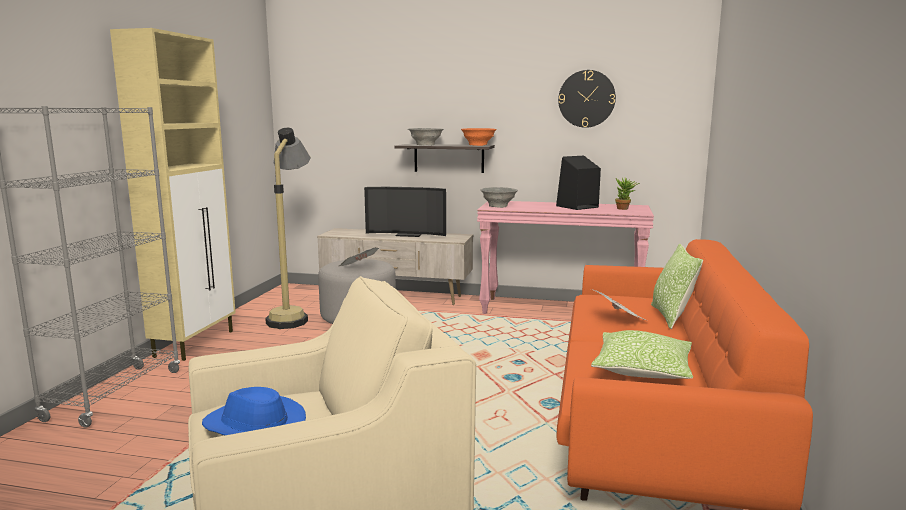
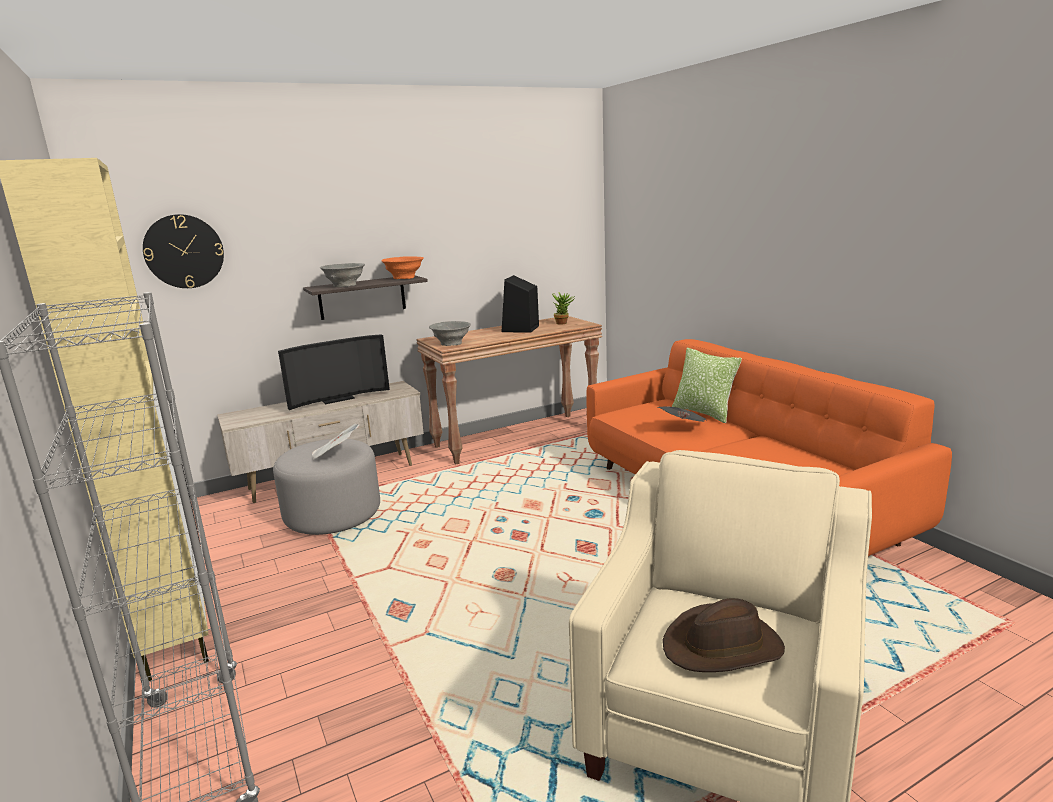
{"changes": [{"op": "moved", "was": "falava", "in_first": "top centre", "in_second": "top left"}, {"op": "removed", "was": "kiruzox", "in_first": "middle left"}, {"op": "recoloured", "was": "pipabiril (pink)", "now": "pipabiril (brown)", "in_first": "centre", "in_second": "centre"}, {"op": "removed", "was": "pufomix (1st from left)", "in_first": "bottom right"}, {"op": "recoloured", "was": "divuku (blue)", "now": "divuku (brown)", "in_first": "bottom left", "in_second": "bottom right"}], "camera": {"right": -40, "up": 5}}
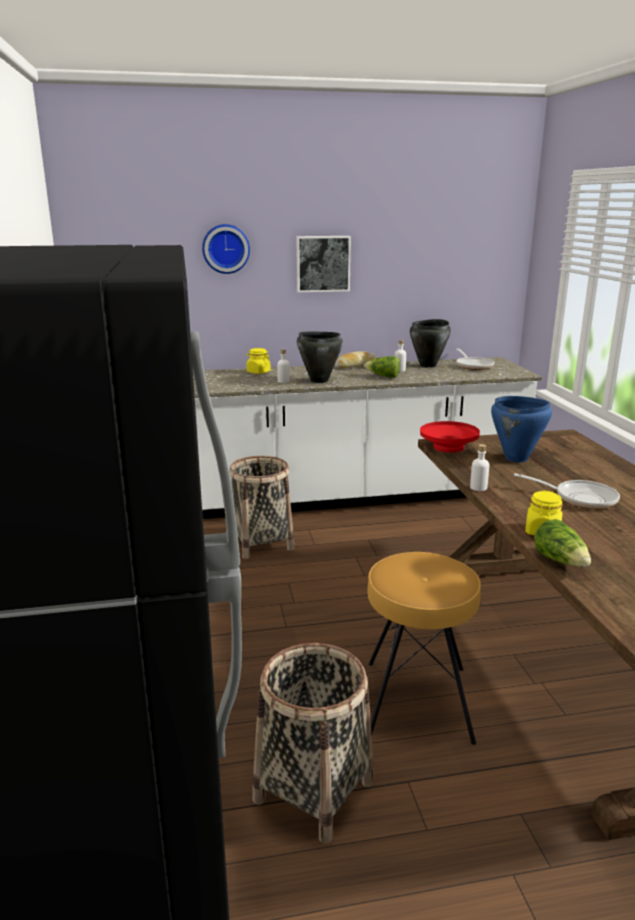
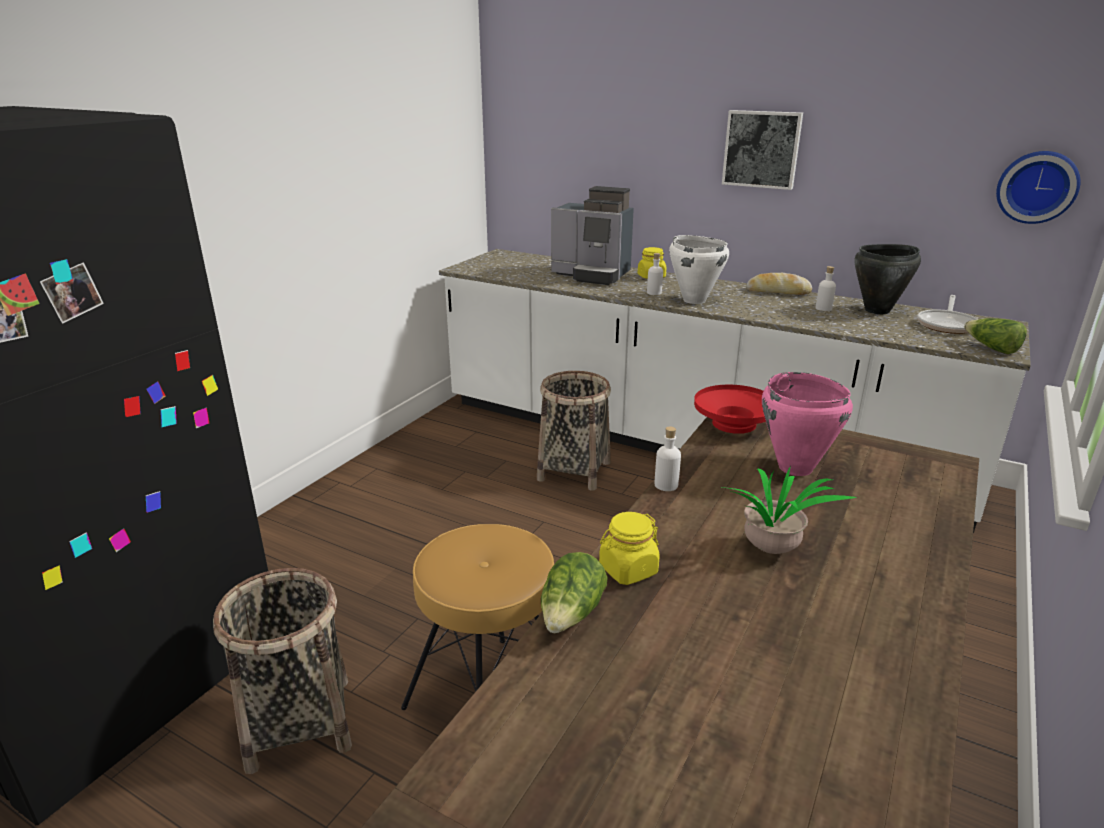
{"changes": [{"op": "moved", "was": "falava", "in_first": "top centre", "in_second": "top right"}, {"op": "recoloured", "was": "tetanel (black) (1st from left)", "now": "tetanel (white)", "in_first": "centre", "in_second": "top centre"}, {"op": "moved", "was": "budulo (1st from left in the first image)", "now": "budulo (2nd from left)", "in_first": "centre", "in_second": "middle right"}, {"op": "recoloured", "was": "tetanel (blue)", "now": "tetanel (pink)", "in_first": "middle right", "in_second": "middle right"}, {"op": "replaced", "was": "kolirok (2nd from left)", "now": "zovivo", "in_first": "middle right", "in_second": "middle right"}, {"op": "added", "now": "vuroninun", "in_second": "top centre"}], "camera": {"right": 40, "up": 5}}
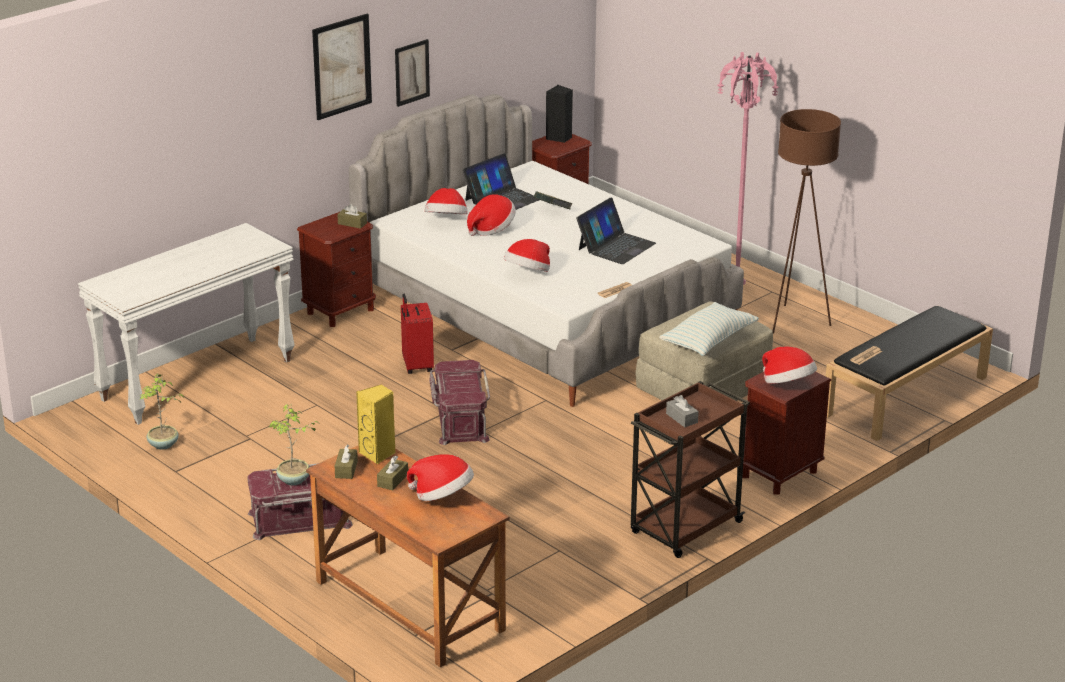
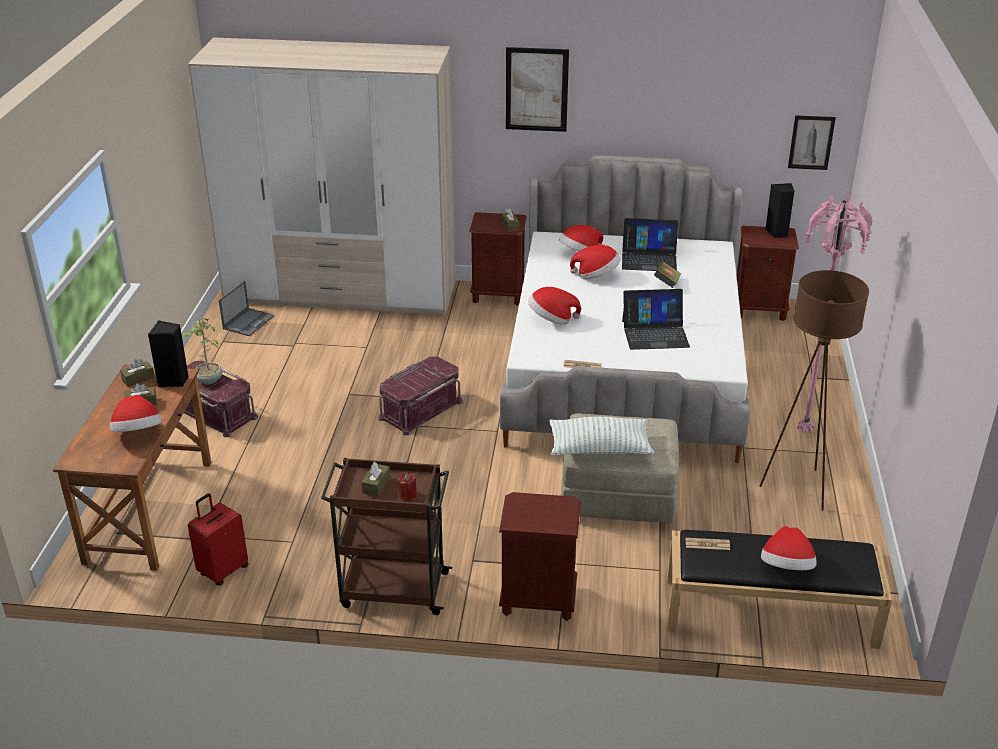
{"changes": [{"op": "moved", "was": "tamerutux (2nd from left)", "in_first": "top centre", "in_second": "top right"}, {"op": "replaced", "was": "pipabiril (white)", "now": "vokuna", "in_first": "middle left", "in_second": "top left"}, {"op": "moved", "was": "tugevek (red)", "in_first": "centre", "in_second": "bottom left"}, {"op": "moved", "was": "divuku (5th from left)", "in_first": "middle right", "in_second": "bottom right"}, {"op": "replaced", "was": "zovivo (1st from left)", "now": "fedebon (1st from left)", "in_first": "middle left", "in_second": "middle left"}, {"op": "recoloured", "was": "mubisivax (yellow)", "now": "mubisivax (black) (1st from left)", "in_first": "centre", "in_second": "middle left"}, {"op": "recoloured", "was": "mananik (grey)", "now": "mananik (brown) (3rd from left)", "in_first": "centre", "in_second": "centre"}, {"op": "added", "now": "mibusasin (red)", "in_second": "centre"}], "camera": {"right": 50, "up": 5}}
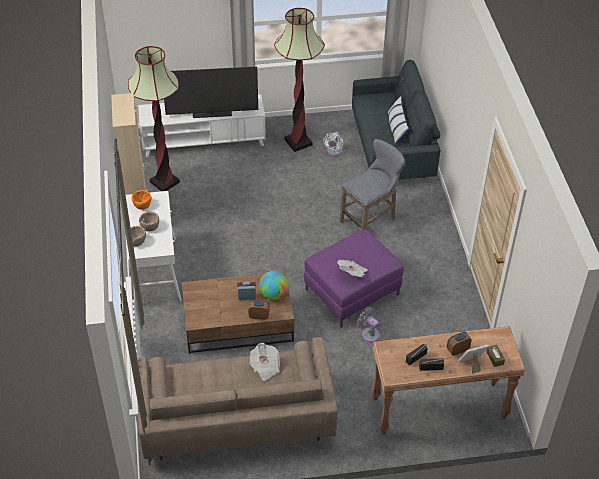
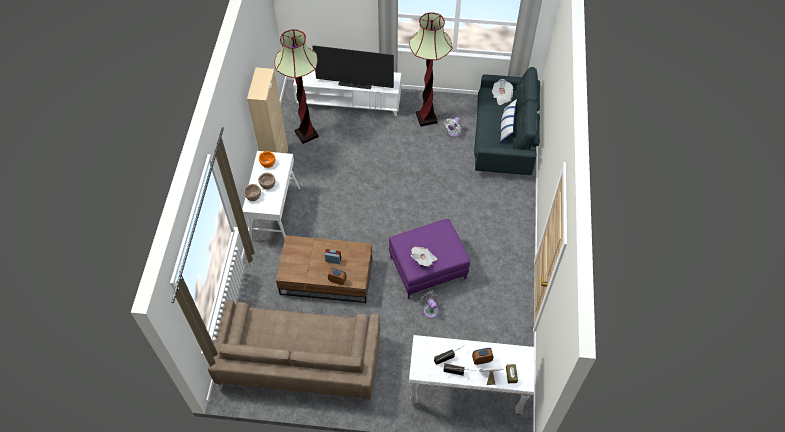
{"changes": [{"op": "removed", "was": "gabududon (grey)", "in_first": "centre"}, {"op": "removed", "was": "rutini", "in_first": "centre"}, {"op": "recoloured", "was": "pipabiril (brown)", "now": "pipabiril (white) (2nd from left)", "in_first": "bottom right", "in_second": "bottom centre"}, {"op": "moved", "was": "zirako (1st from left in the first image)", "now": "zirako (2nd from left)", "in_first": "bottom centre", "in_second": "top centre"}], "camera": {"right": 15, "up": 10}}
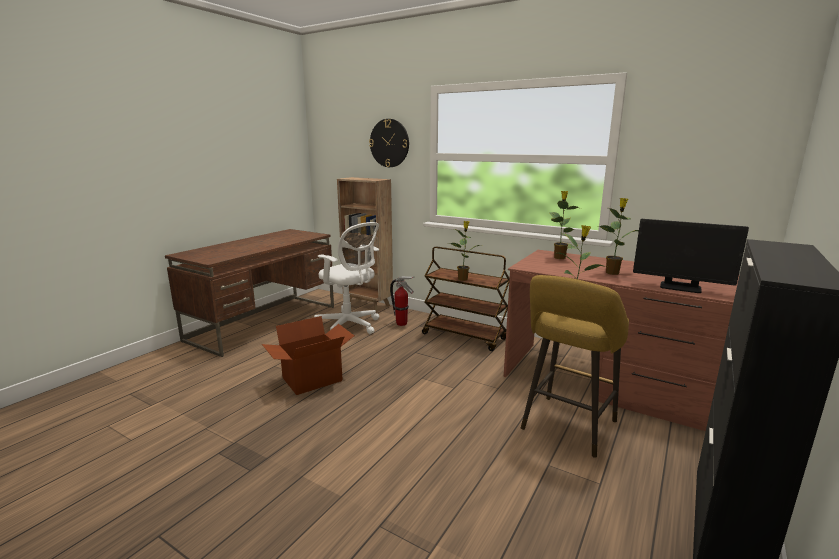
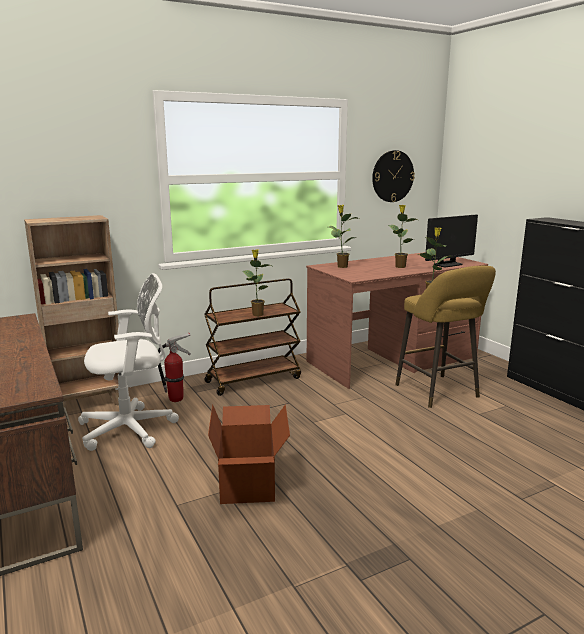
{"changes": [{"op": "moved", "was": "falava", "in_first": "top centre", "in_second": "top right"}], "camera": {"right": -60, "up": 0}}
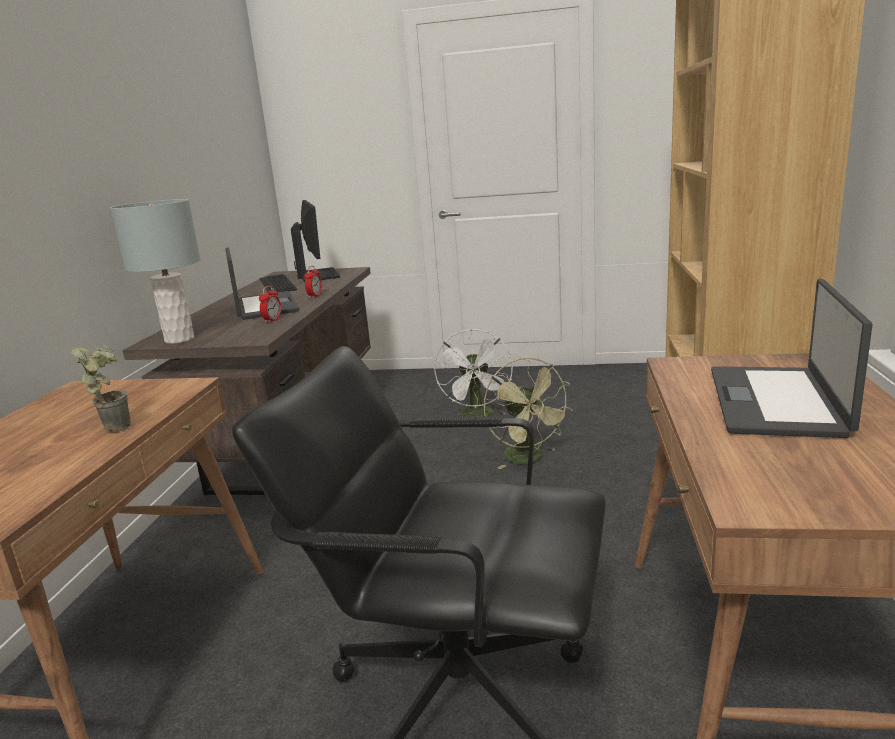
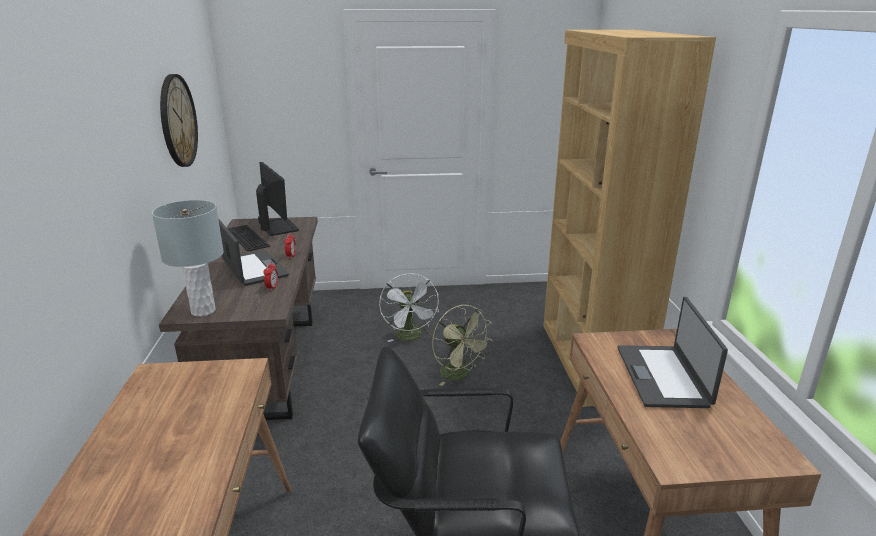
{"changes": [{"op": "removed", "was": "zovivo", "in_first": "middle left"}, {"op": "added", "now": "falava", "in_second": "top left"}], "camera": {"right": -15, "up": 5}}
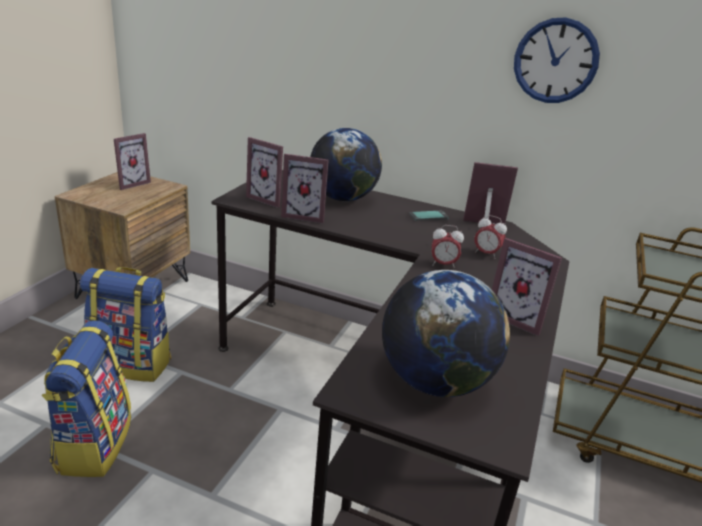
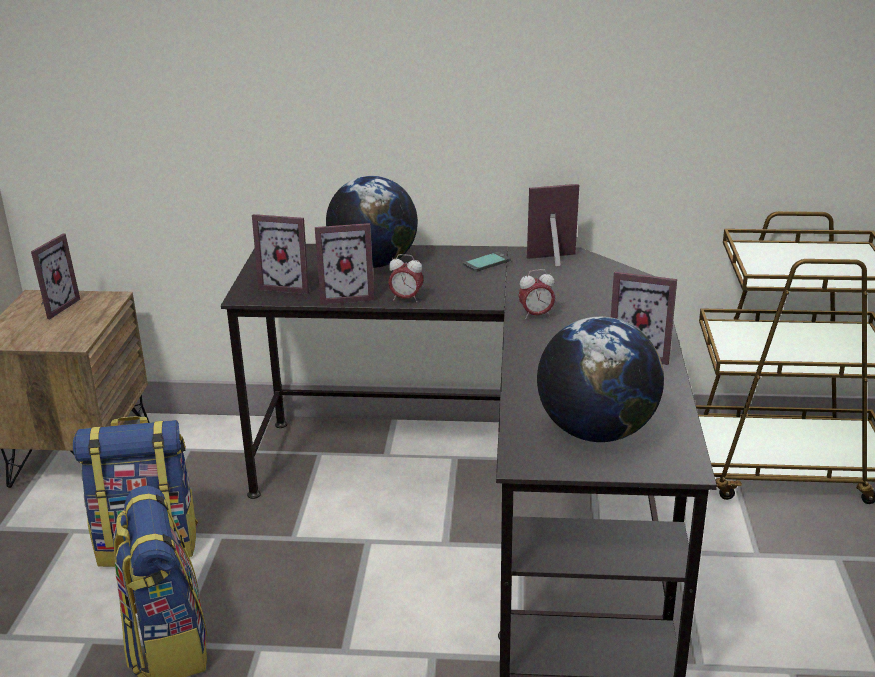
{"changes": [{"op": "removed", "was": "falava", "in_first": "top right"}, {"op": "moved", "was": "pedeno (2nd from left in the first image)", "now": "pedeno (1st from left)", "in_first": "middle right", "in_second": "centre"}], "camera": {"right": -15, "up": 0}}
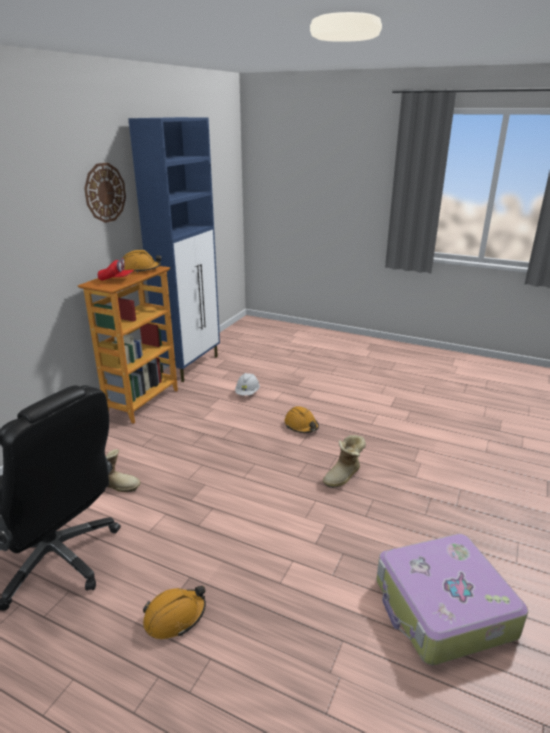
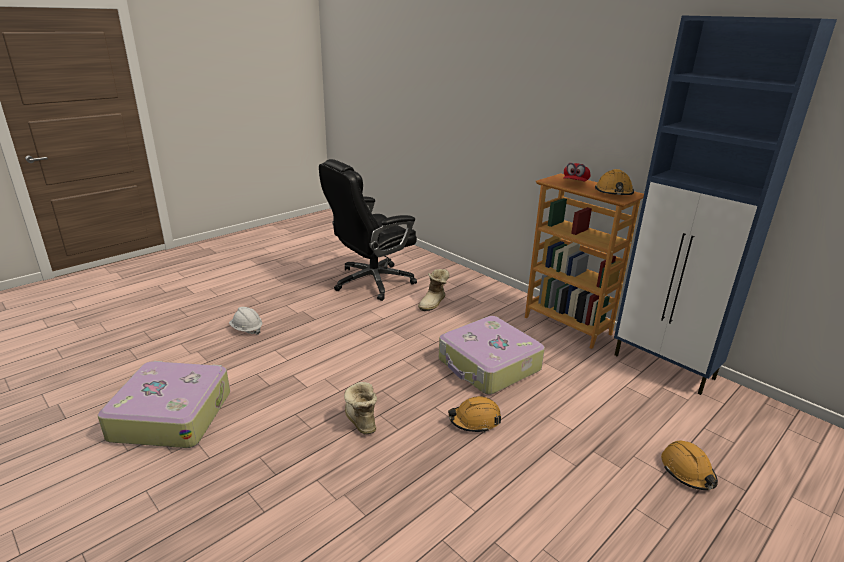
{"changes": [{"op": "removed", "was": "falava", "in_first": "top left"}, {"op": "moved", "was": "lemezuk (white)", "in_first": "centre", "in_second": "middle left"}, {"op": "moved", "was": "lemezuk (orange) (2nd from left in the first image)", "now": "lemezuk (orange) (3rd from left)", "in_first": "bottom left", "in_second": "bottom right"}, {"op": "added", "now": "tugevek (2nd from left)", "in_second": "centre"}], "camera": {"right": 110, "up": 0}}
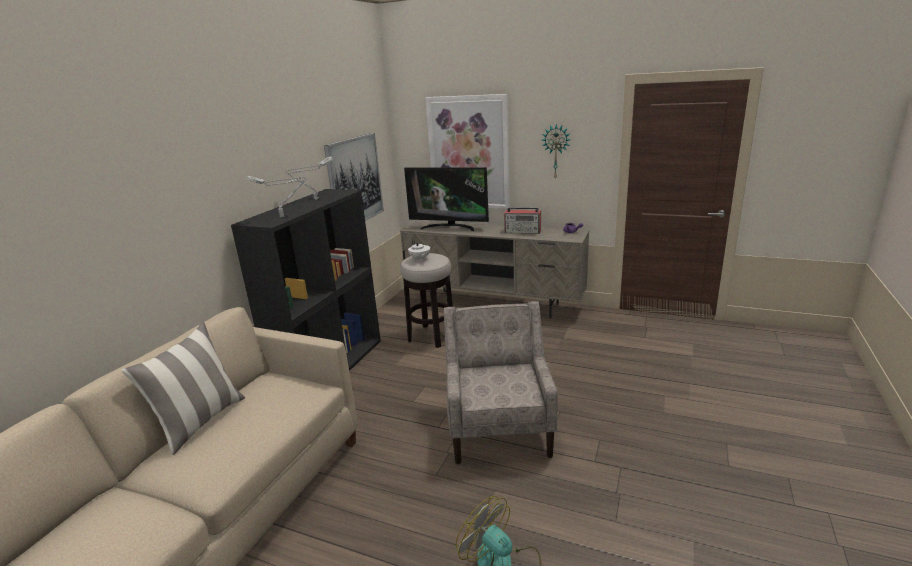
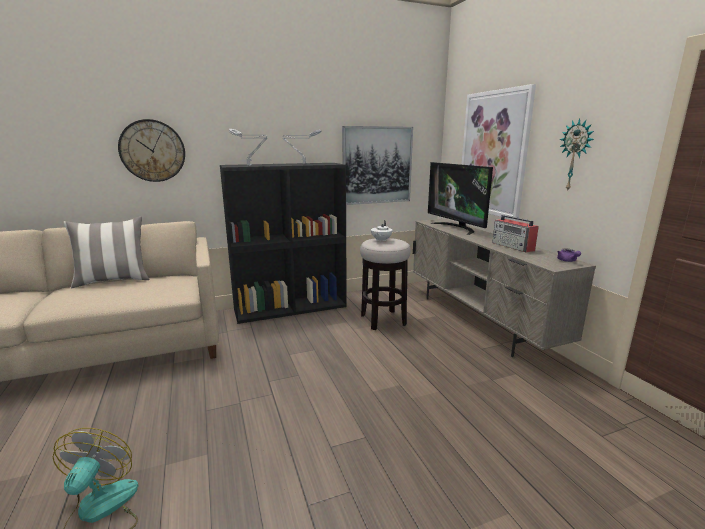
{"changes": [{"op": "removed", "was": "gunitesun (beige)", "in_first": "bottom centre"}, {"op": "added", "now": "falava (1st from left)", "in_second": "top left"}], "camera": {"right": 45, "up": -5}}
